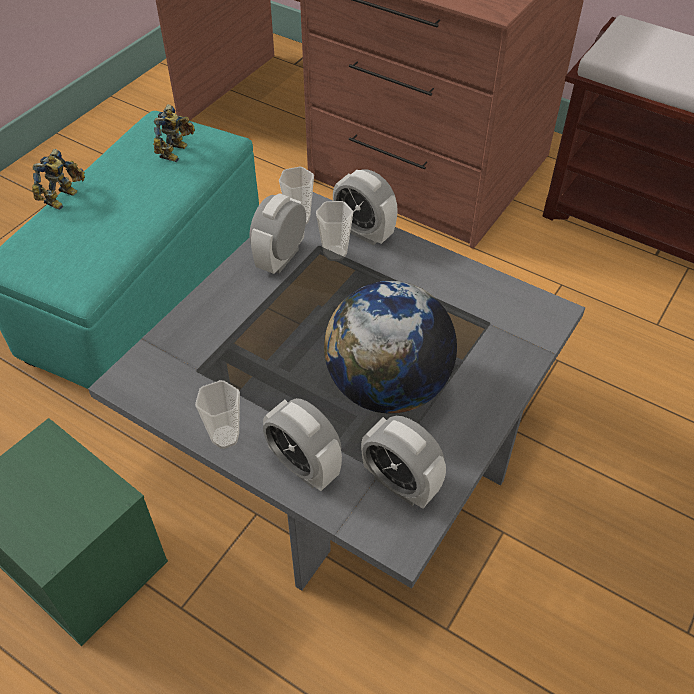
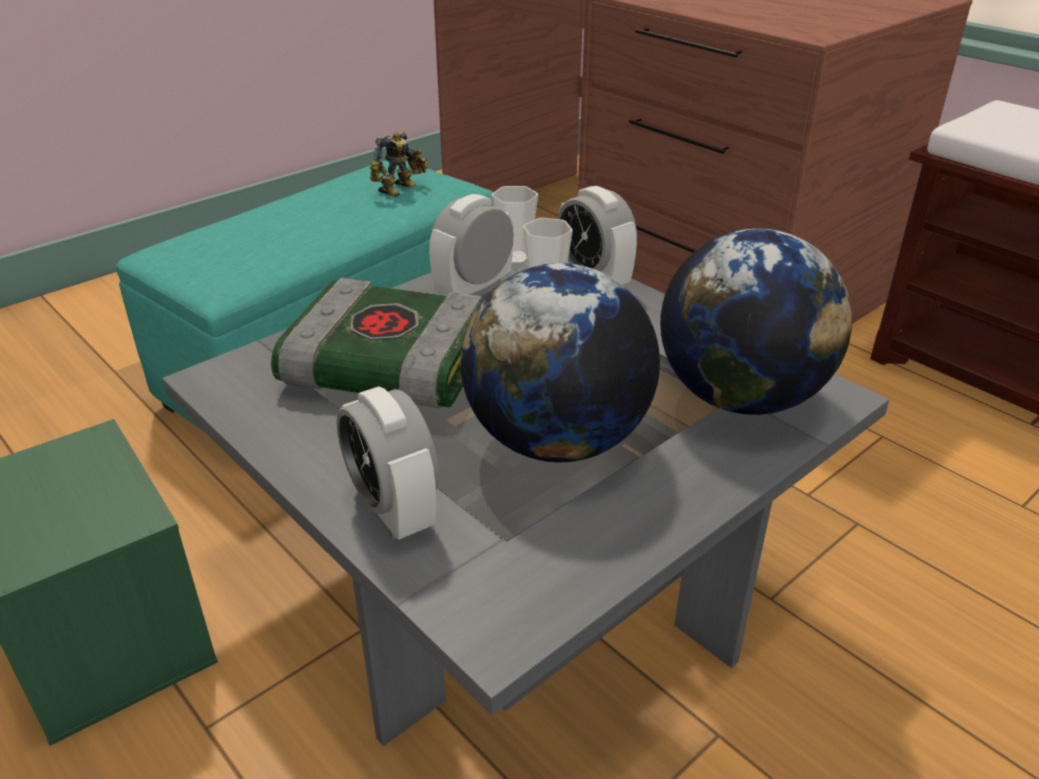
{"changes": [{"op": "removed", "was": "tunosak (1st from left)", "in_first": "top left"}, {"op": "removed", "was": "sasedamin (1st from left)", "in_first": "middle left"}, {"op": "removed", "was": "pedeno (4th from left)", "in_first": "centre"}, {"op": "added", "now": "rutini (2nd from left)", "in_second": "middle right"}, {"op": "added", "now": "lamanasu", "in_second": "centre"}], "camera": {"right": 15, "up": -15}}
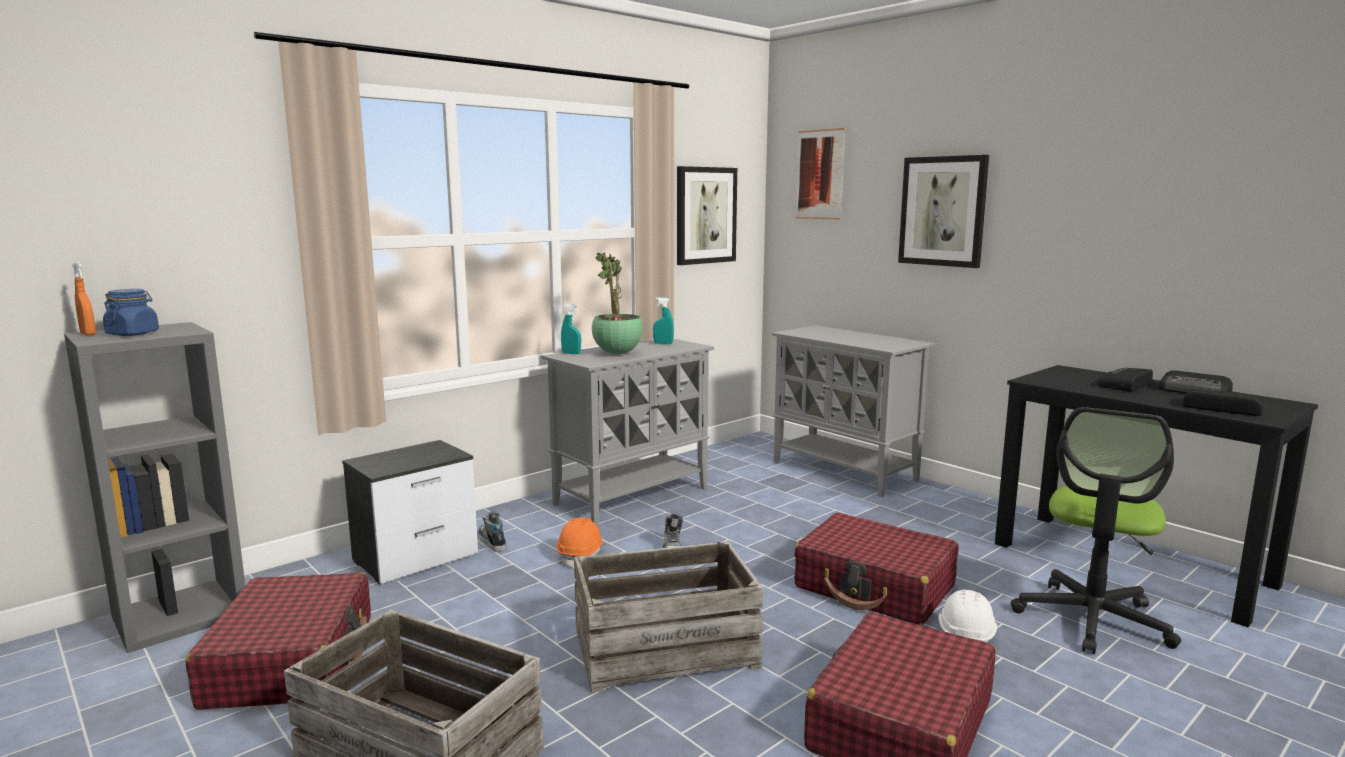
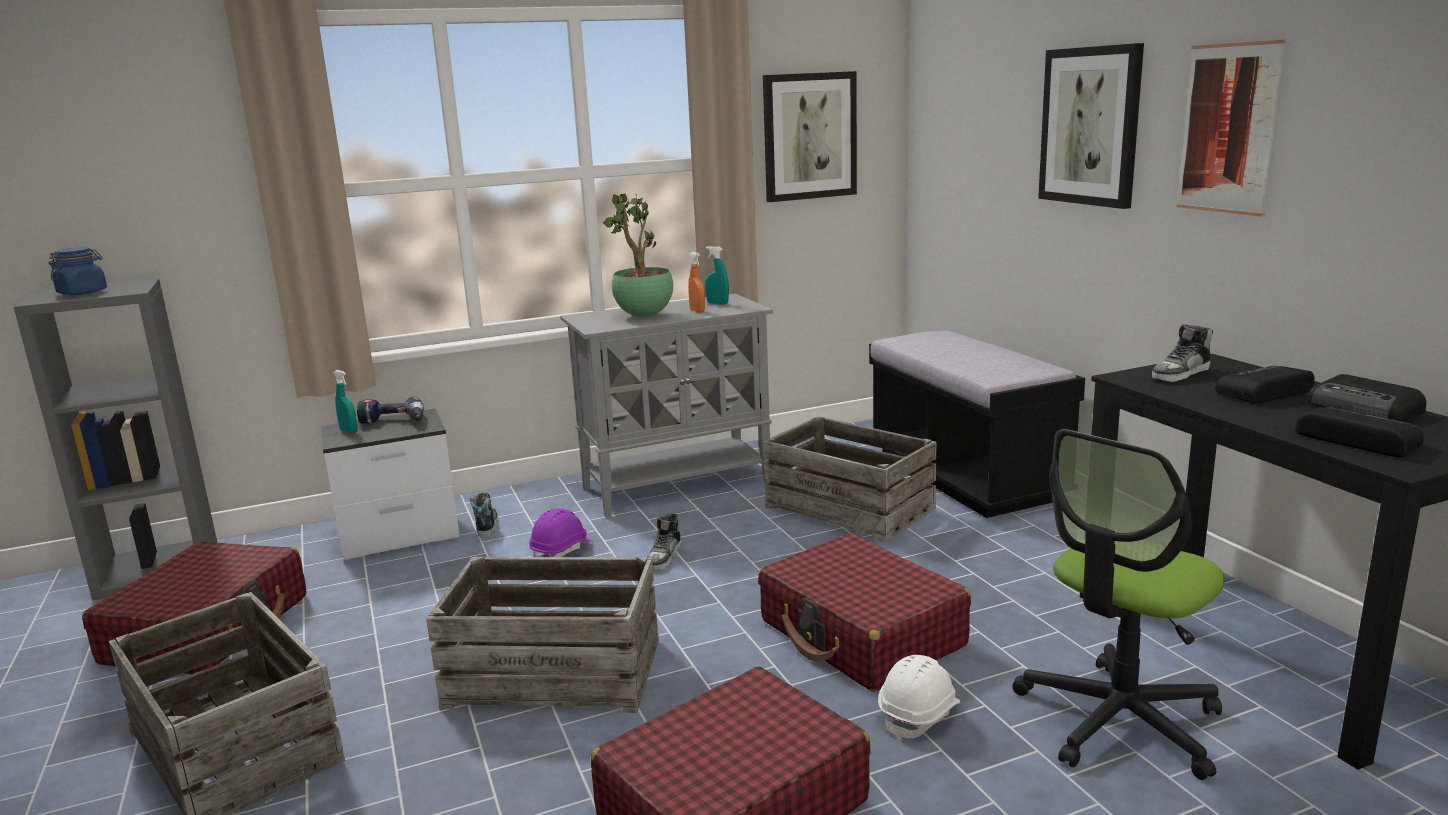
{"changes": [{"op": "moved", "was": "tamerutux (2nd from left in the first image)", "now": "tamerutux (3rd from left)", "in_first": "top centre", "in_second": "top right"}, {"op": "moved", "was": "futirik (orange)", "in_first": "middle left", "in_second": "centre"}, {"op": "moved", "was": "futirik (turquoise) (1st from left)", "in_first": "centre", "in_second": "middle left"}, {"op": "replaced", "was": "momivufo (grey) (2nd from left)", "now": "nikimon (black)", "in_first": "centre", "in_second": "middle right"}, {"op": "recoloured", "was": "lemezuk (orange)", "now": "lemezuk (purple)", "in_first": "bottom centre", "in_second": "centre"}, {"op": "added", "now": "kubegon (3rd from left)", "in_second": "middle right"}, {"op": "added", "now": "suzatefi", "in_second": "middle left"}, {"op": "added", "now": "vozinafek (3rd from left)", "in_second": "centre"}], "camera": {"right": 20, "up": 5}}
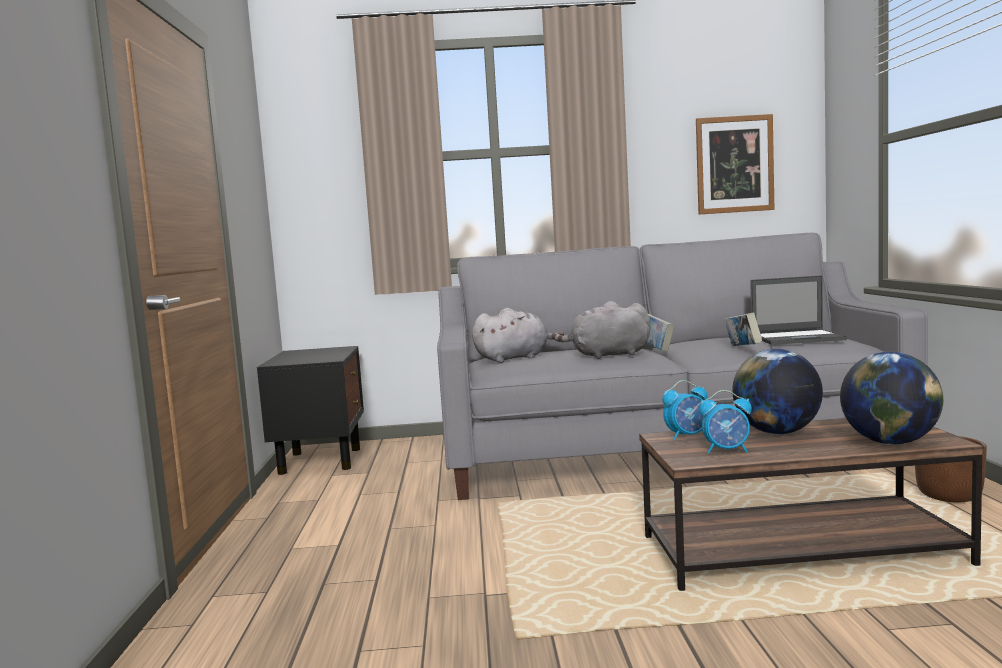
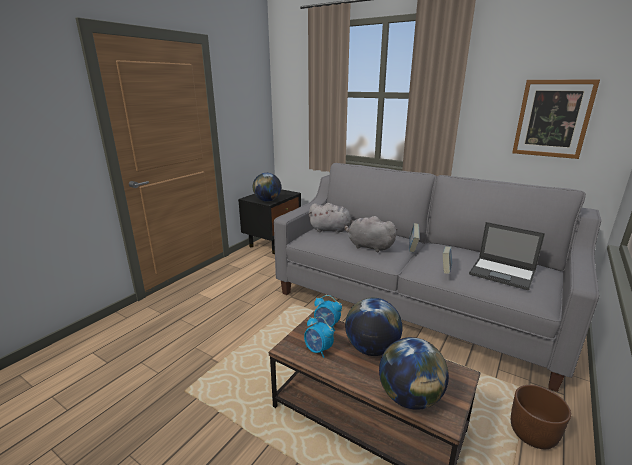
{"changes": [{"op": "added", "now": "rutini (1st from left)", "in_second": "centre"}], "camera": {"right": 35, "up": 15}}
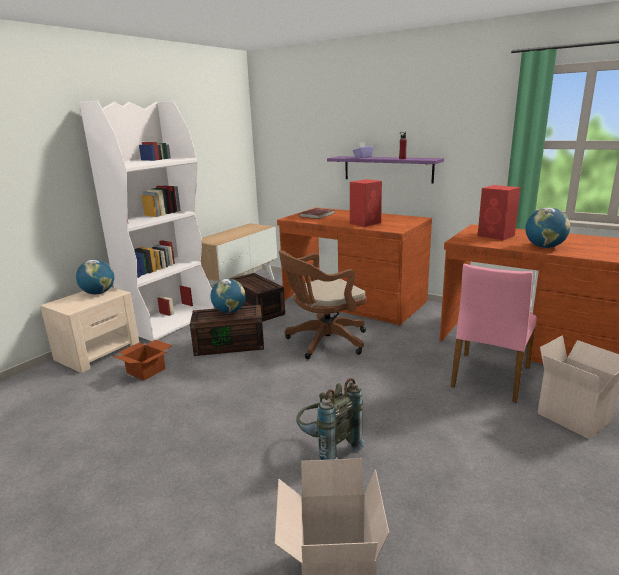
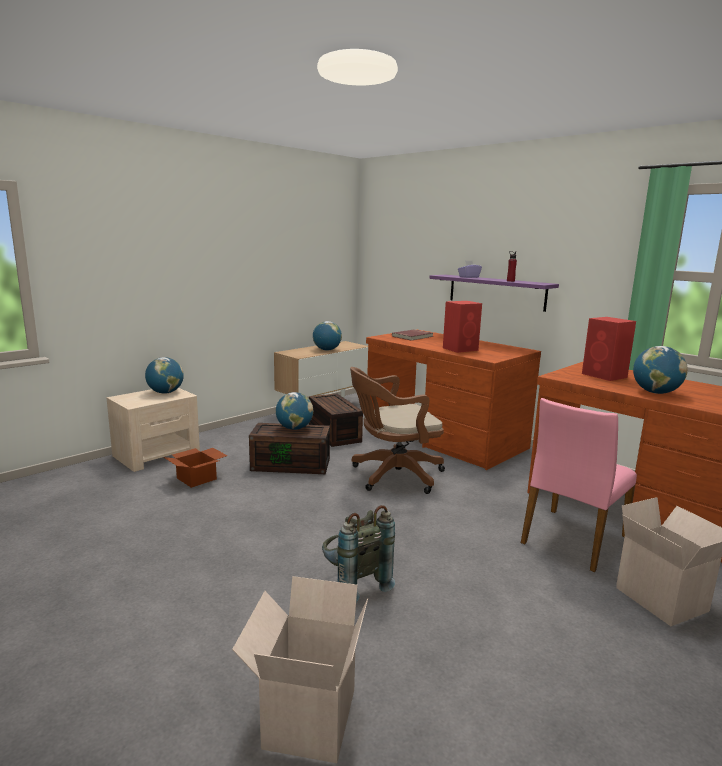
{"changes": [{"op": "removed", "was": "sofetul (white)", "in_first": "middle left"}, {"op": "added", "now": "rutini (3rd from left)", "in_second": "centre"}], "camera": {"right": 10, "up": -5}}
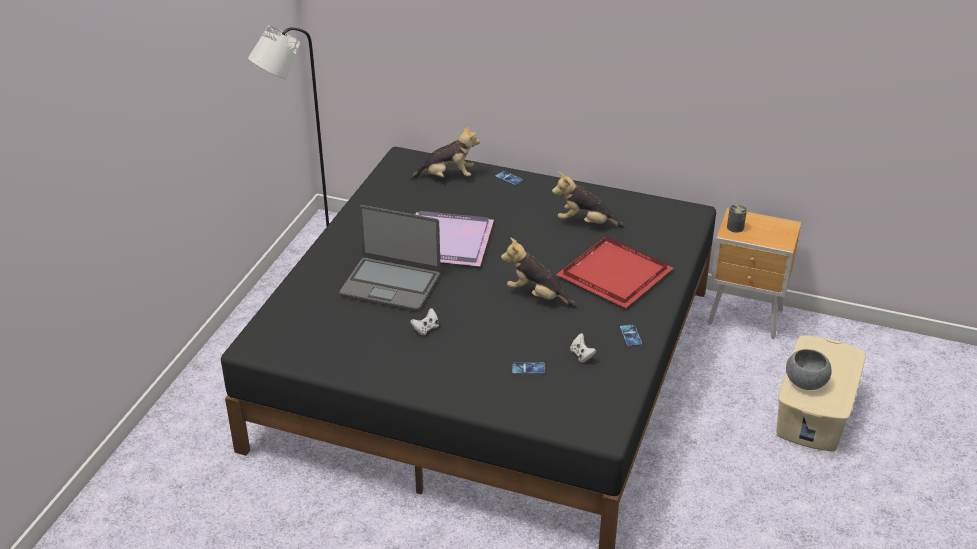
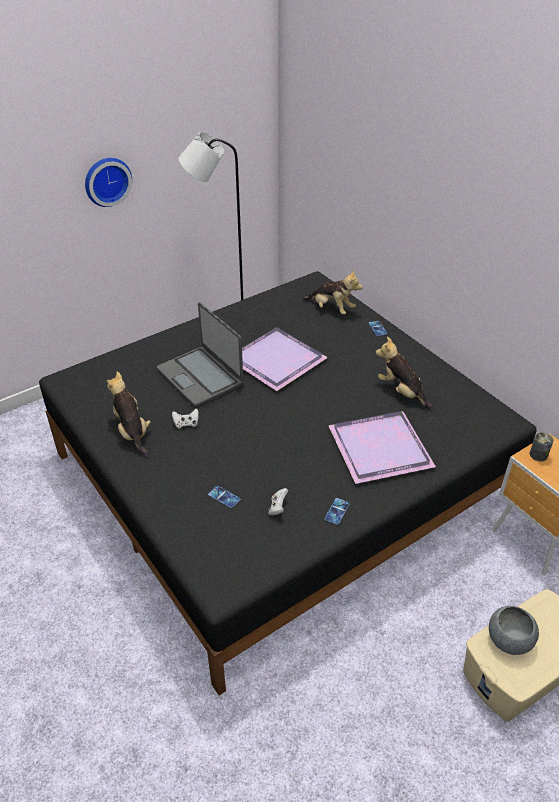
{"changes": [{"op": "moved", "was": "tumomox (2nd from left in the first image)", "now": "tumomox (1st from left)", "in_first": "centre", "in_second": "middle left"}, {"op": "recoloured", "was": "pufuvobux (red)", "now": "pufuvobux (purple) (2nd from left)", "in_first": "centre", "in_second": "middle right"}, {"op": "added", "now": "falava", "in_second": "top left"}], "camera": {"right": 35, "up": 5}}
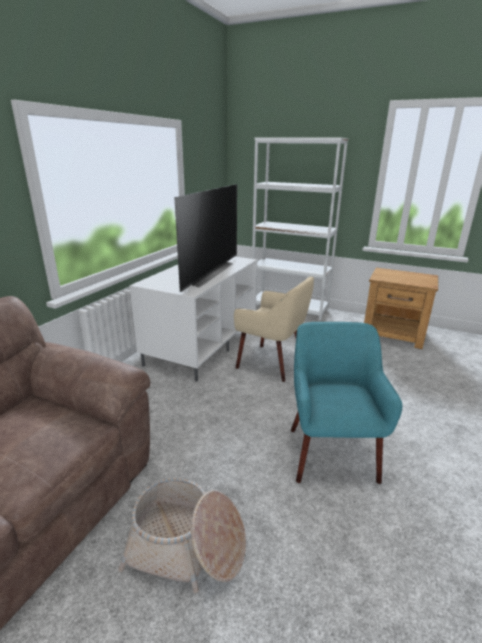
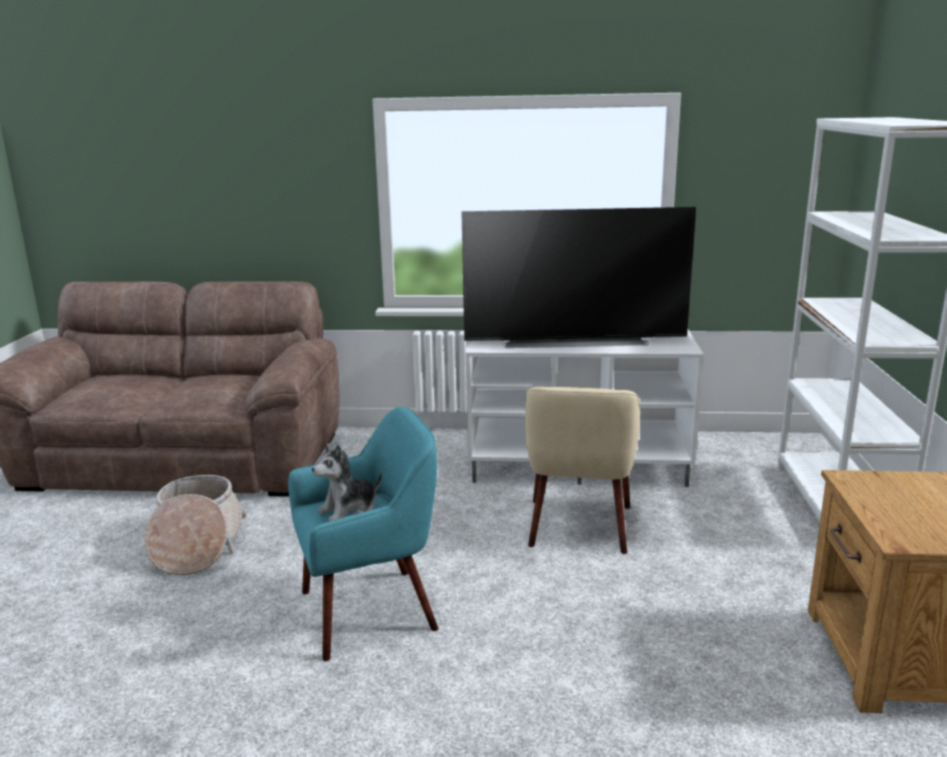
{"changes": [{"op": "added", "now": "tumomox", "in_second": "centre"}], "camera": {"right": 70, "up": -5}}
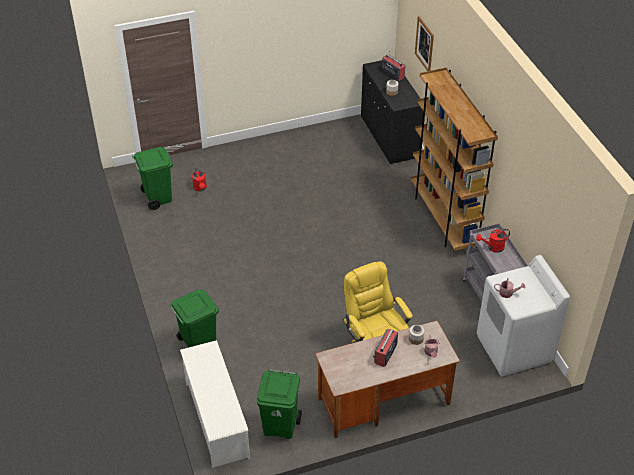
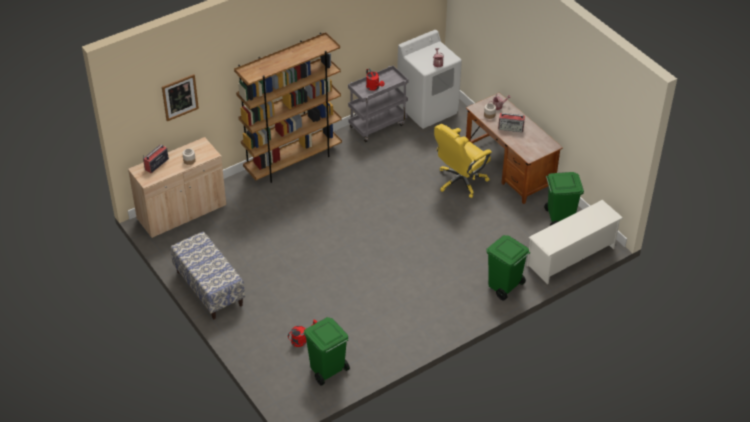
{"changes": [{"op": "recoloured", "was": "momivufo (black)", "now": "momivufo (beige)", "in_first": "top centre", "in_second": "middle left"}, {"op": "added", "now": "nikimon", "in_second": "middle left"}], "camera": {"right": -105, "up": 0}}
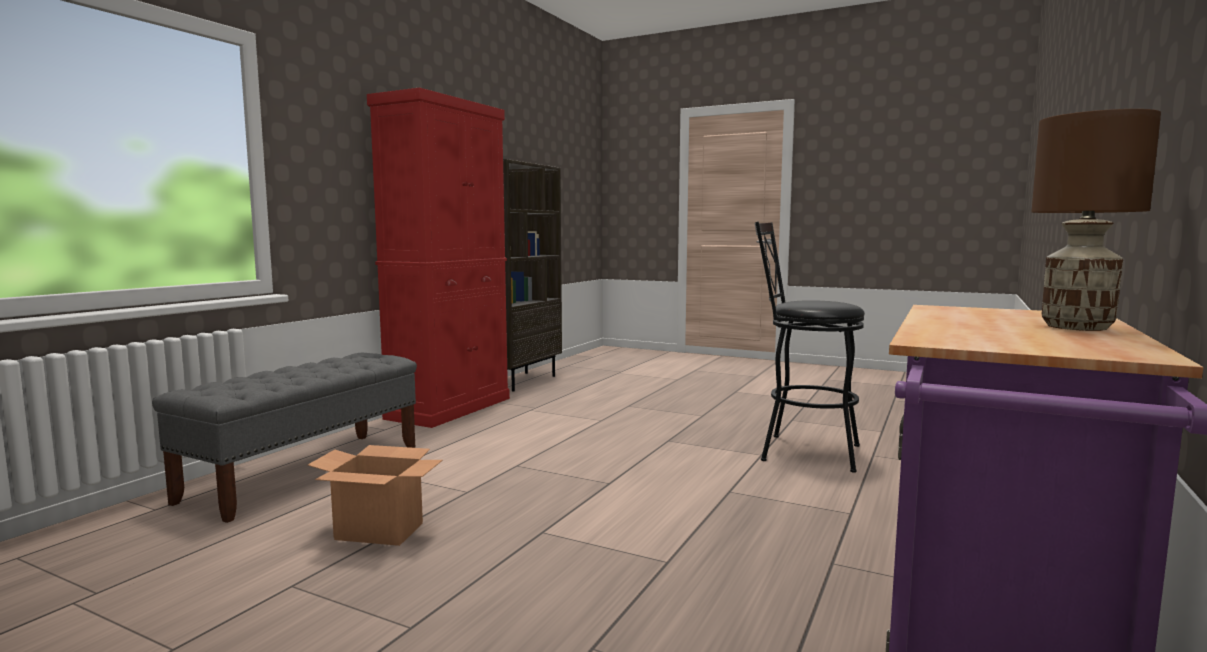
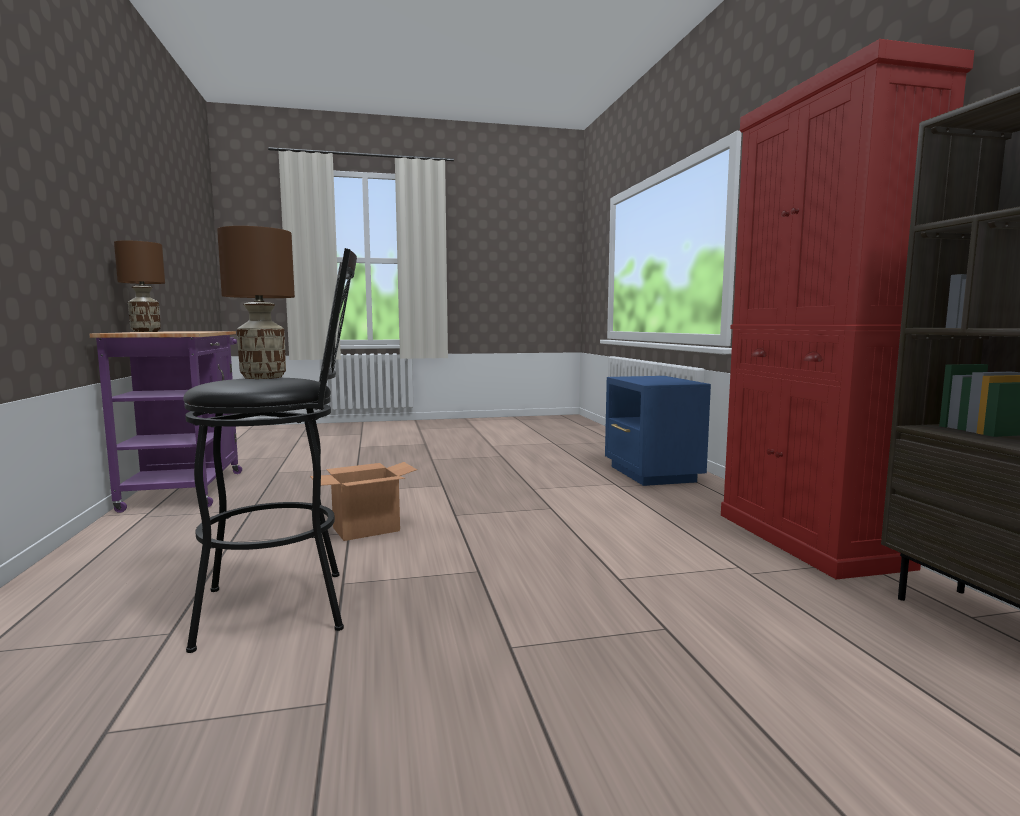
{"changes": [{"op": "replaced", "was": "nikimon (grey)", "now": "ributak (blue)", "in_first": "bottom left", "in_second": "centre"}, {"op": "moved", "was": "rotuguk", "in_first": "bottom left", "in_second": "centre"}, {"op": "added", "now": "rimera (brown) (2nd from left)", "in_second": "middle left"}], "camera": {"right": 140, "up": 0}}
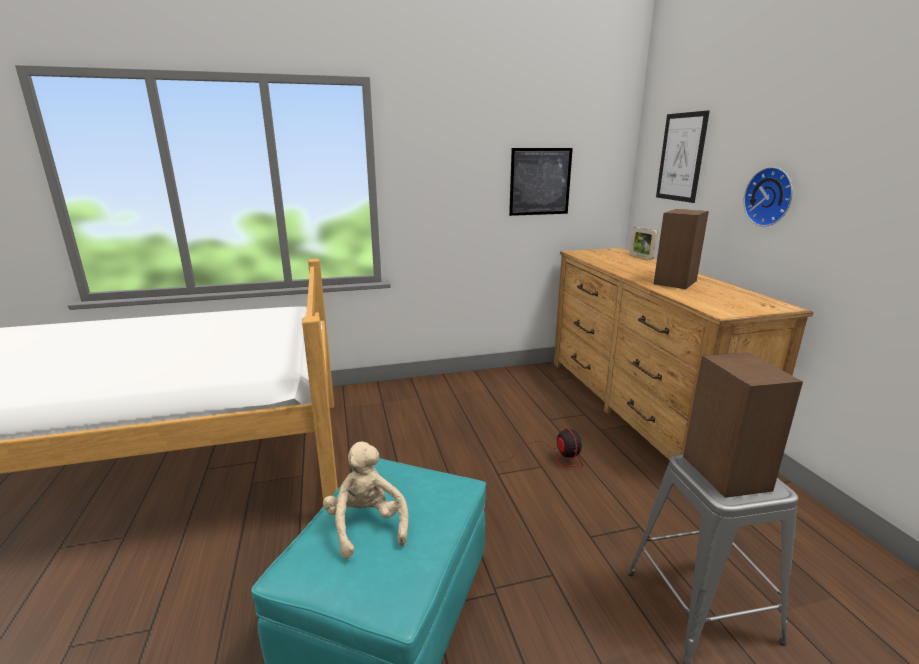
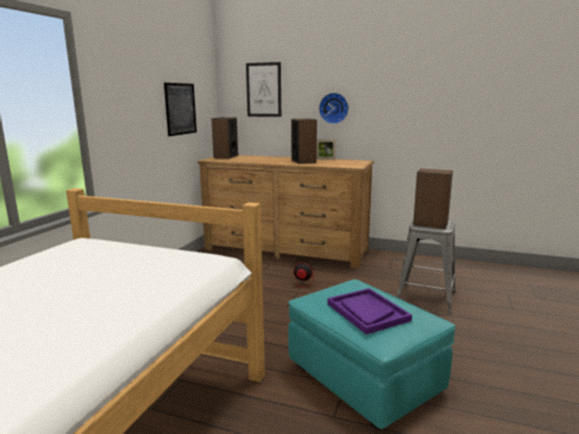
{"changes": [{"op": "moved", "was": "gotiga", "in_first": "middle right", "in_second": "centre"}, {"op": "replaced", "was": "tumomox (beige)", "now": "pufuvobux (purple)", "in_first": "bottom centre", "in_second": "bottom centre"}, {"op": "added", "now": "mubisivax (1st from left)", "in_second": "top centre"}], "camera": {"right": -55, "up": -5}}
